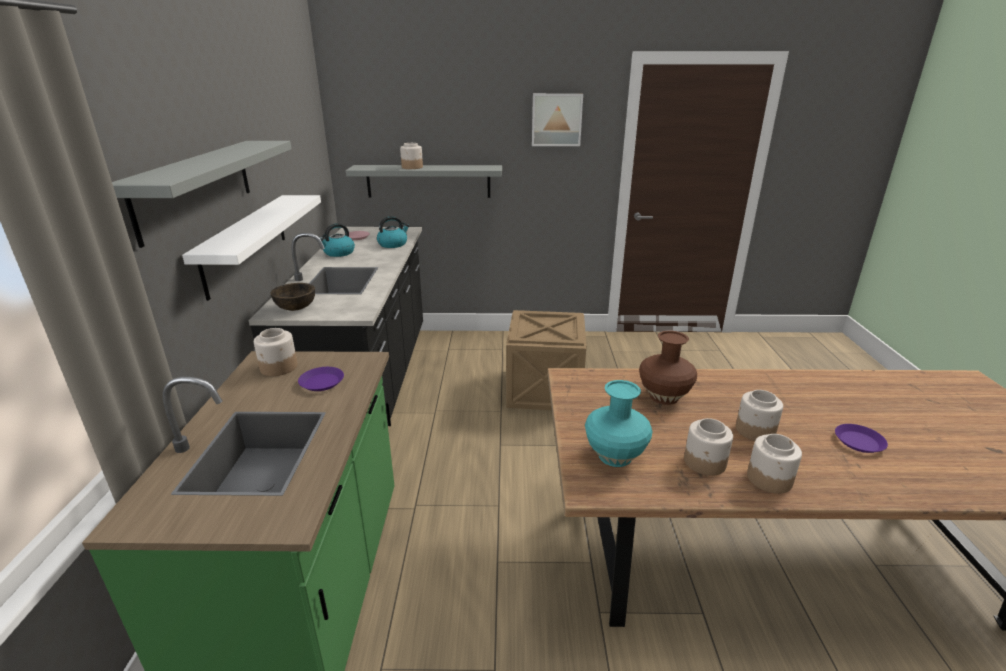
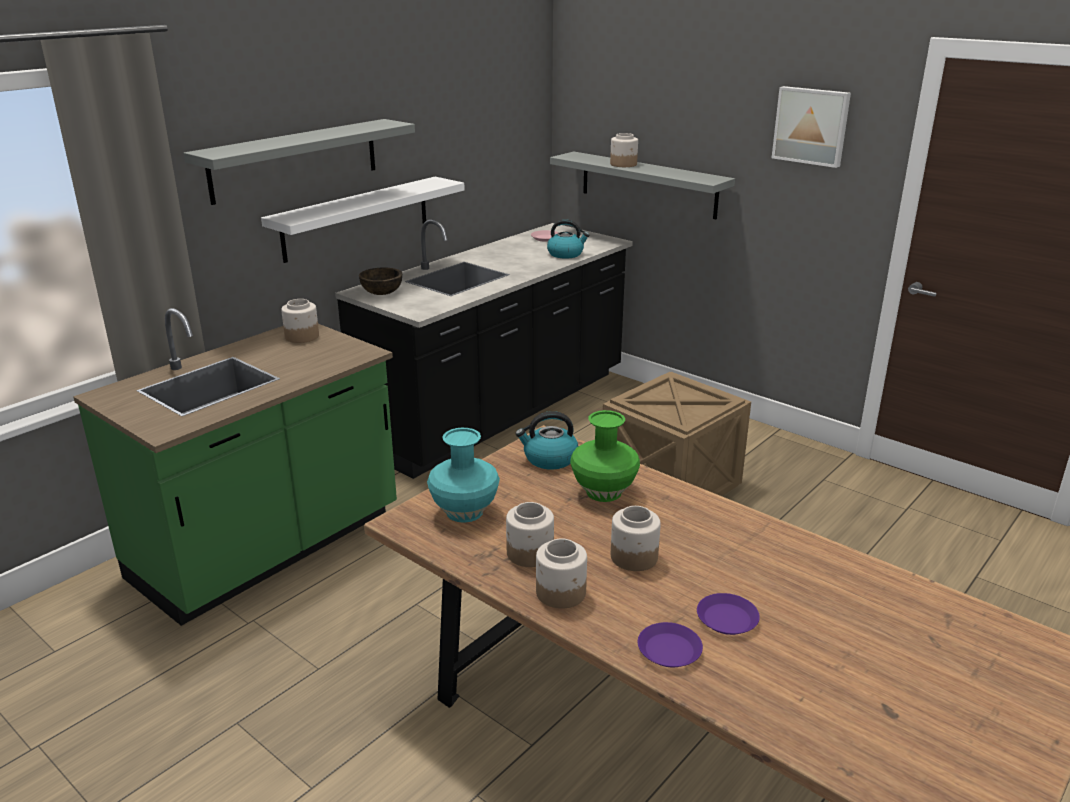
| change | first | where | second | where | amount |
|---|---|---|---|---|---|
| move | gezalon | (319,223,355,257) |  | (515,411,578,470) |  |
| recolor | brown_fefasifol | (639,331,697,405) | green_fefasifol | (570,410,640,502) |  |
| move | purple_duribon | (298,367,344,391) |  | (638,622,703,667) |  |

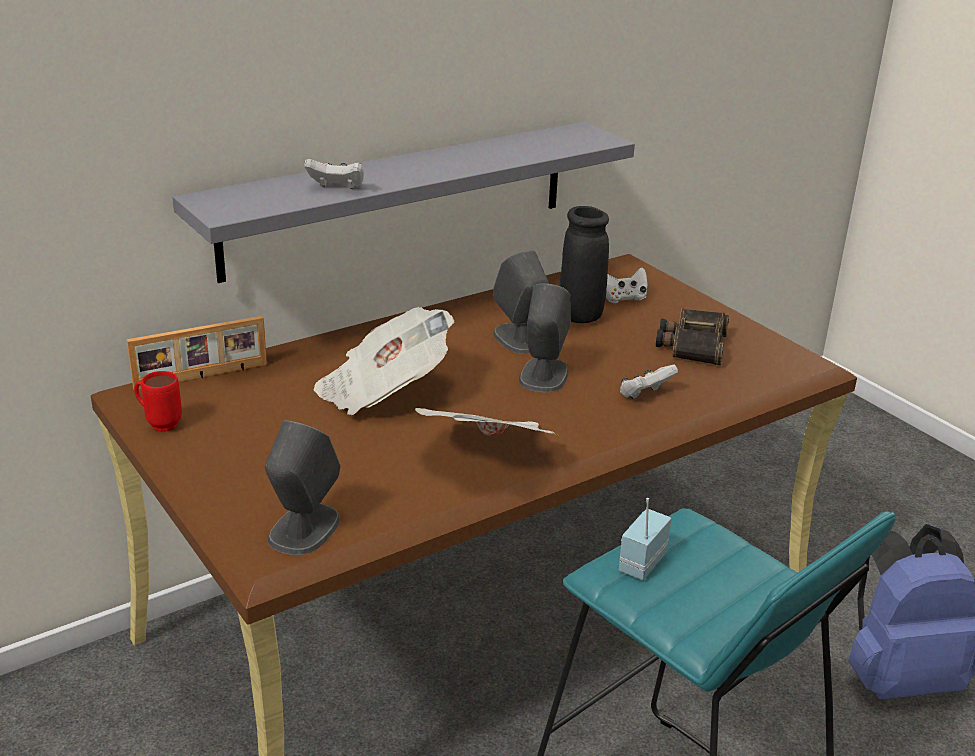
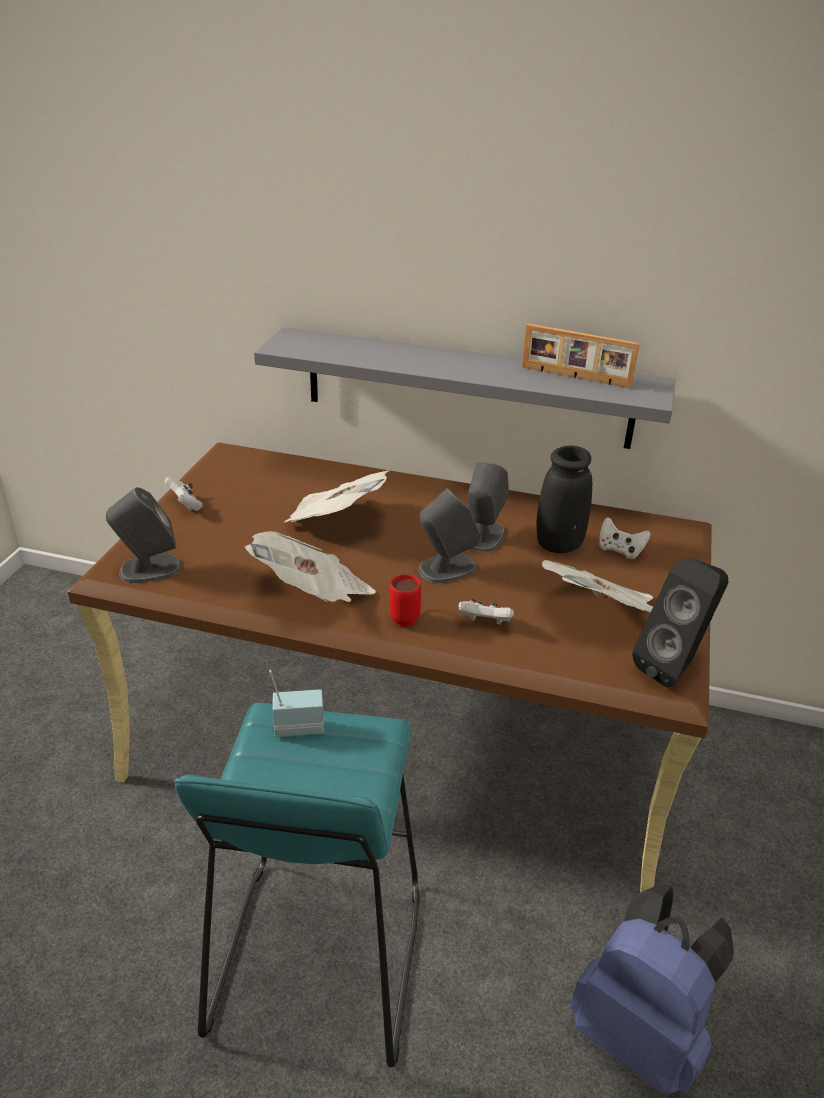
| change | first | where | second | where | amount |
|---|---|---|---|---|---|
| move | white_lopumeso | (304,159,364,189) |  | (164,477,203,511) |  |
| replace | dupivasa | (656,308,729,365) | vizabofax | (542,560,653,612) |  |
| move | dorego | (126,316,267,389) |  | (522,324,640,388) |  |
| move | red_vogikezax | (134,371,182,432) |  | (389,574,421,627) |  |
| insert |  |  | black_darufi | (632,557,729,688) |  |

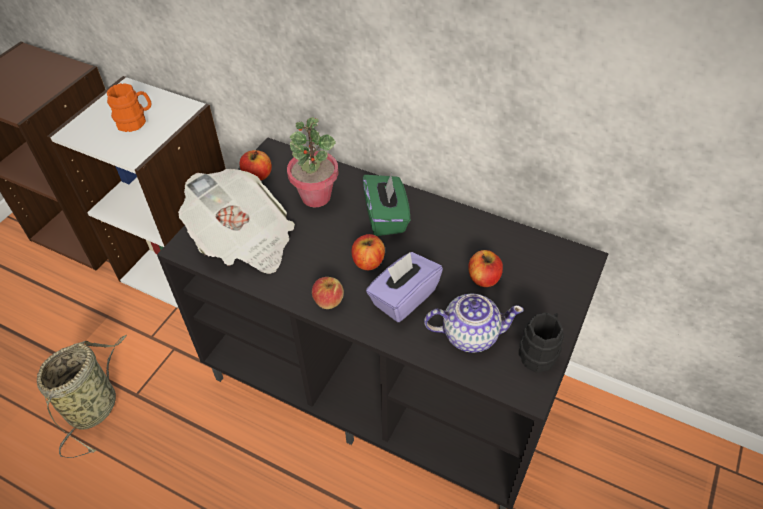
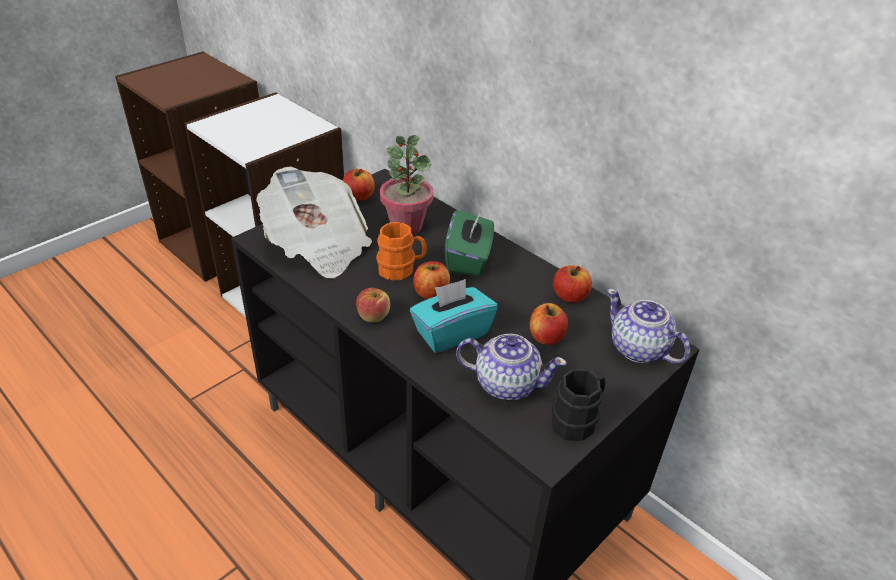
| change | first | where | second | where | amount |
|---|---|---|---|---|---|
| move | orange_vogikezax | (107,83,152,132) |  | (376,222,427,280) |  |
| recolor | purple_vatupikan | (366,252,443,322) | turquoise_vatupikan | (410,279,498,353) |  |
| delete | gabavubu | (37,335,127,458) |  |  |  |
| insert |  |  | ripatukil | (553,265,592,303) |  |
| insert |  |  | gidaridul | (607,289,690,364) |  |

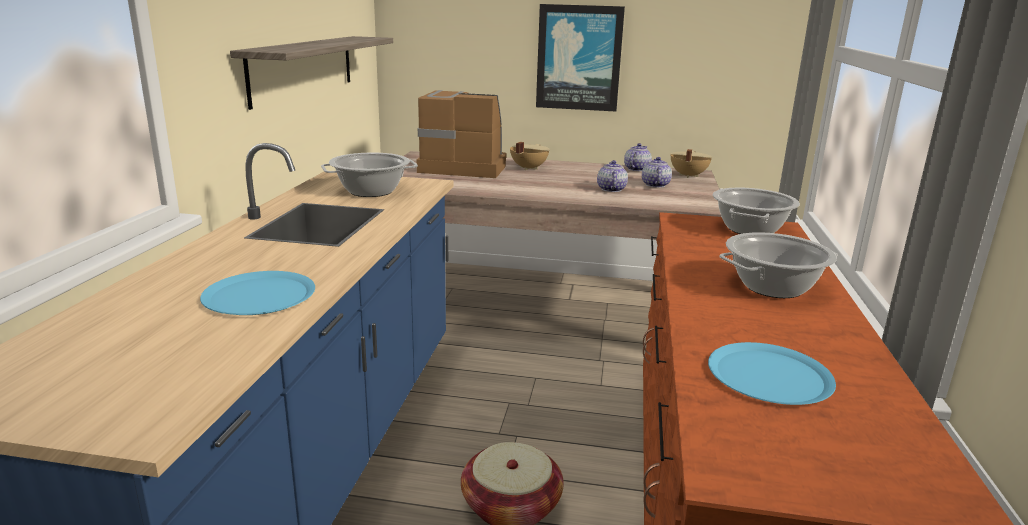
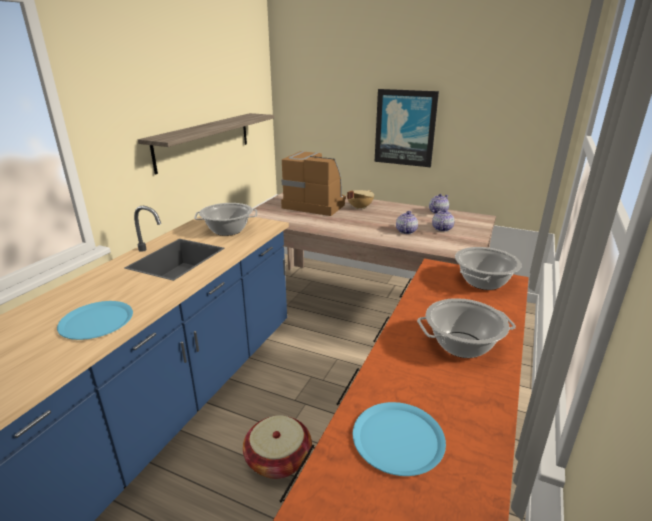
| change | first | where | second | where | amount |
|---|---|---|---|---|---|
| delete | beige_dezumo | (671,149,712,178) |  |  |  |

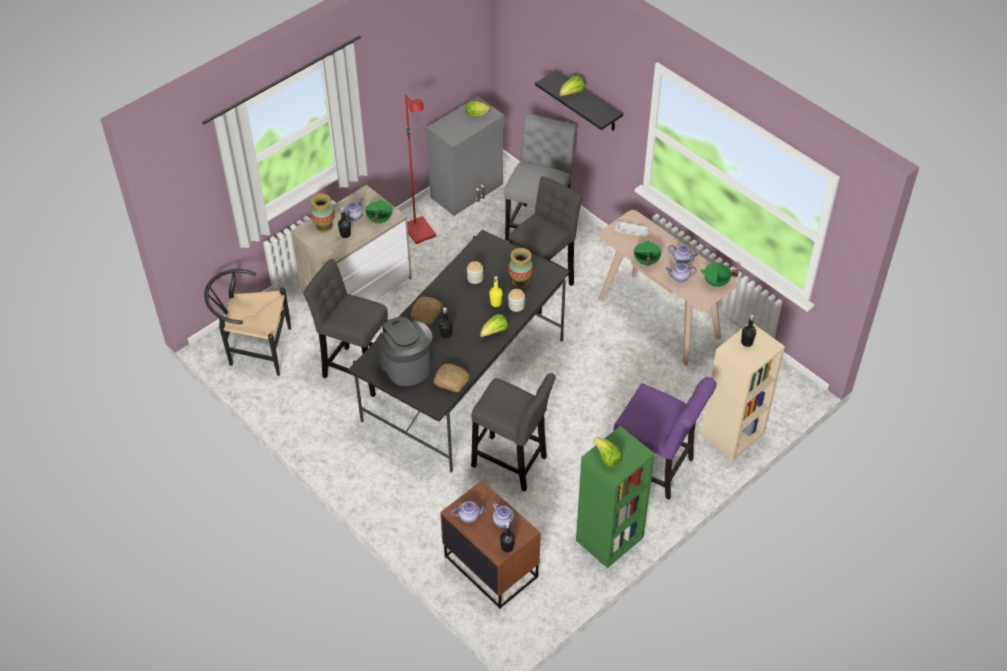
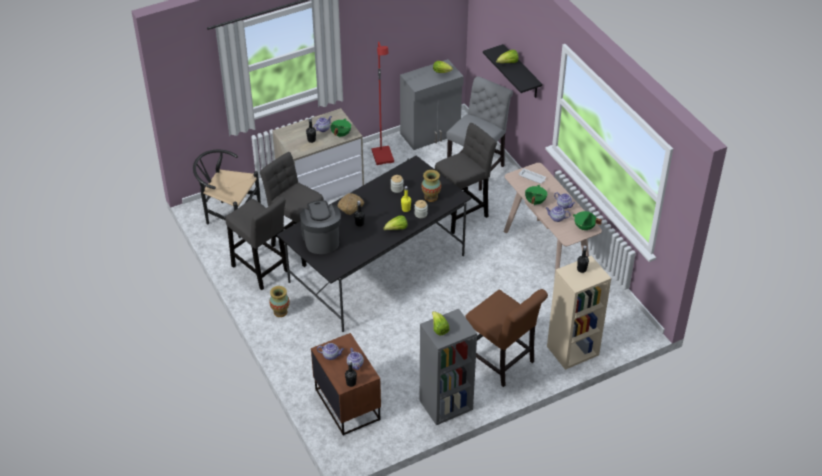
| change | first | where | second | where | amount |
|---|---|---|---|---|---|
| move | fefasifol | (310,193,335,232) |  | (269,286,290,317) |  |
| delete | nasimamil | (433,363,469,392) |  |  |  |
| move | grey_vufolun | (471,373,556,492) |  | (225,197,287,290) |  |
| recolor | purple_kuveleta | (614,377,716,500) | brown_kuveleta | (465,289,548,387) |  |
| recolor | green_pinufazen | (576,426,655,568) | grey_pinufazen | (420,309,477,425) |  |

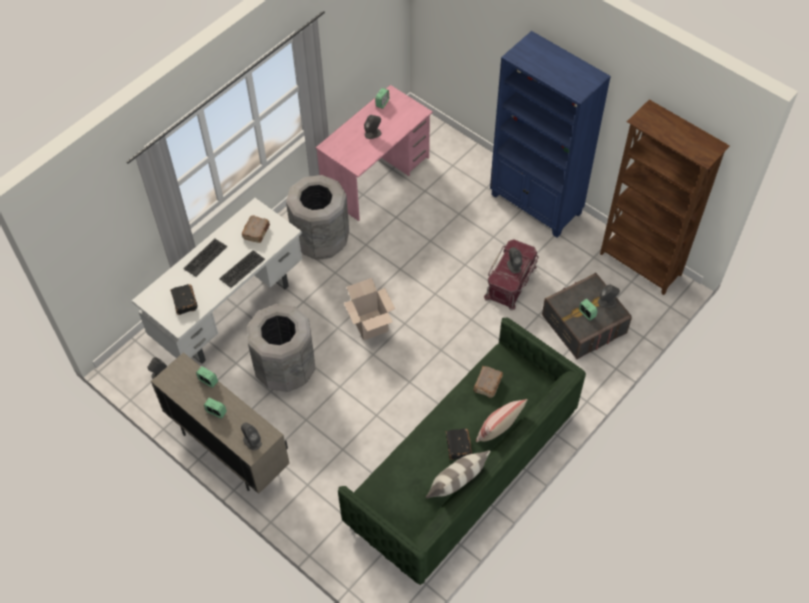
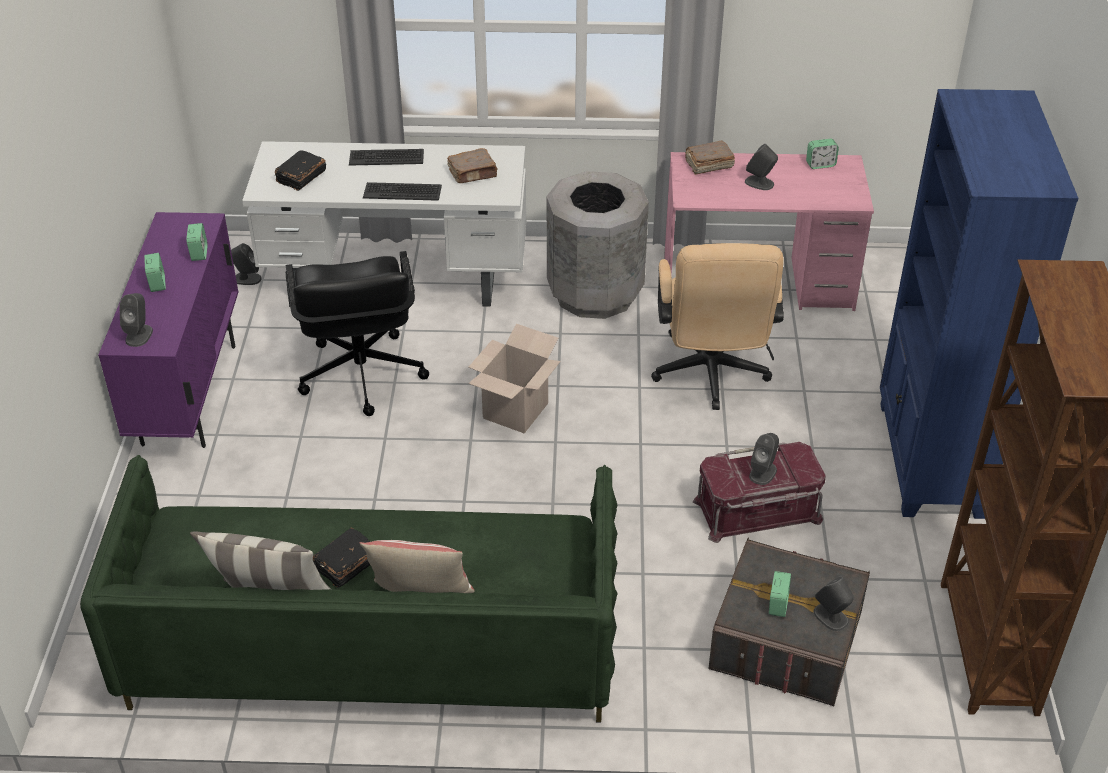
| change | first | where | second | where | amount |
|---|---|---|---|---|---|
| replace | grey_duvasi | (247,304,315,392) | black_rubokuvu | (286,251,429,416) |  |
| recolor | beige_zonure | (151,352,290,494) | purple_zonure | (98,212,239,448) |  |
| move | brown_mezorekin | (473,366,503,398) |  | (685,141,735,175) |  |
| insert |  |  | beige_rubokuvu | (651,243,784,410) |  |

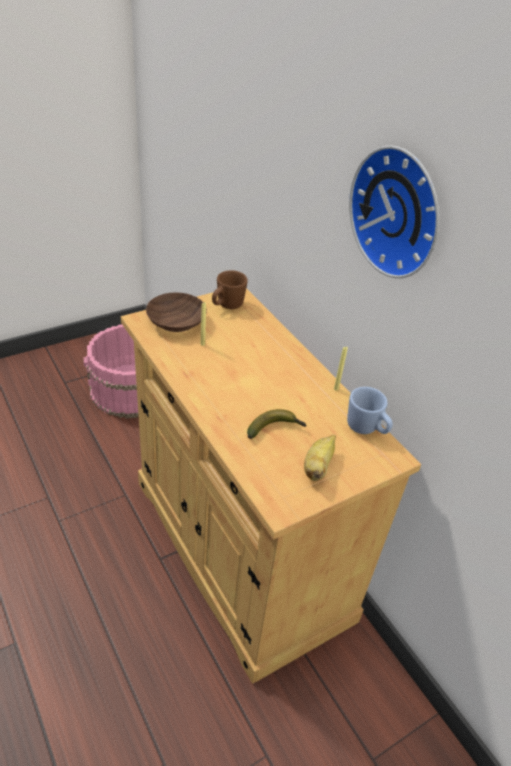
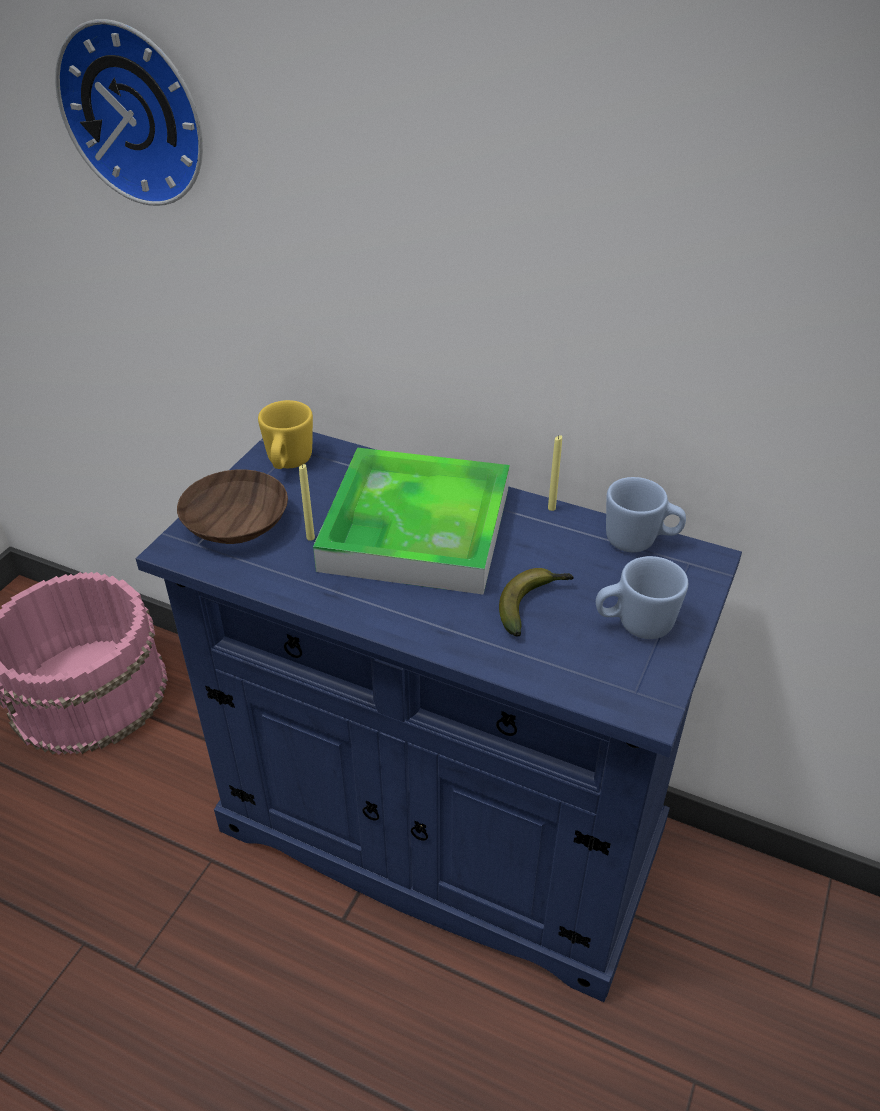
| change | first | where | second | where | amount |
|---|---|---|---|---|---|
| move | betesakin | (349,145,439,278) |  | (55,19,203,206) |  |
| recolor | brown_vogikezax | (212,270,248,309) | yellow_vogikezax | (258,400,313,469) |  |
| recolor | beige_zonure | (121,288,421,684) | blue_zonure | (136,432,742,1002) |  |
| replace | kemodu | (304,435,336,481) | blue_vogikezax | (596,556,688,639) |  |
| insert |  |  | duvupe | (313,447,510,595) |  |

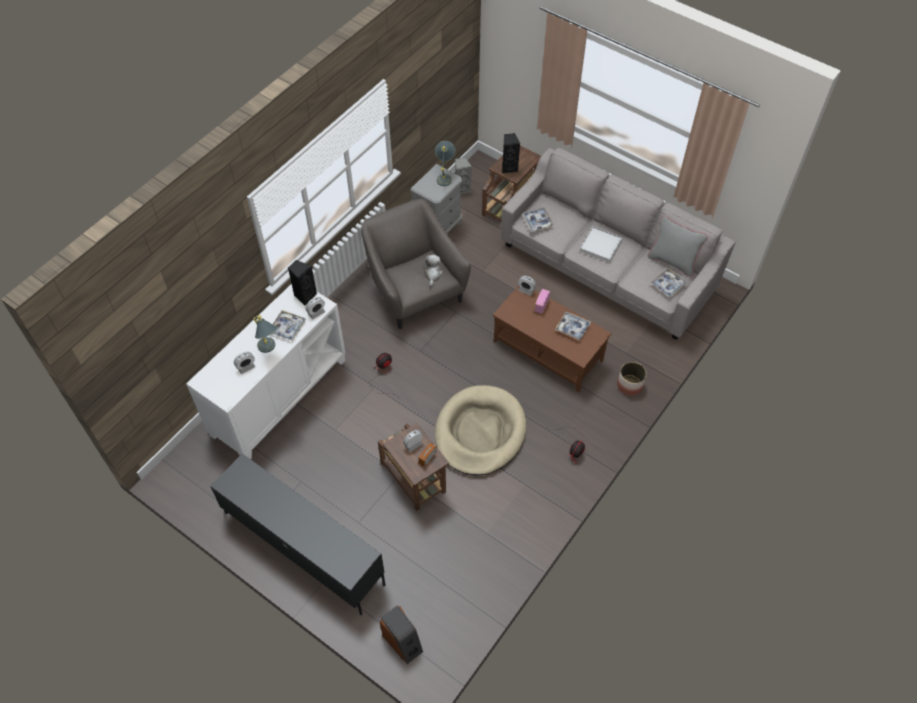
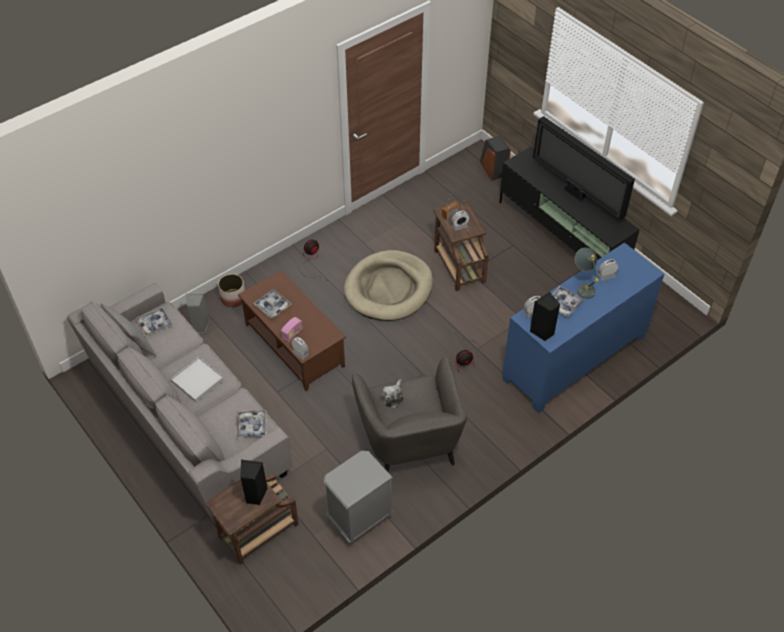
| change | first | where | second | where | amount |
|---|---|---|---|---|---|
| delete | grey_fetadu | (435,141,455,186) |  |  |  |
| move | grey_darufi | (455,157,472,194) |  | (186,293,209,333) |  |
| recolor | white_zonure | (186,284,345,459) | blue_zonure | (503,243,664,413) |  |
| insert |  |  | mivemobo | (533,116,635,220) |  |

